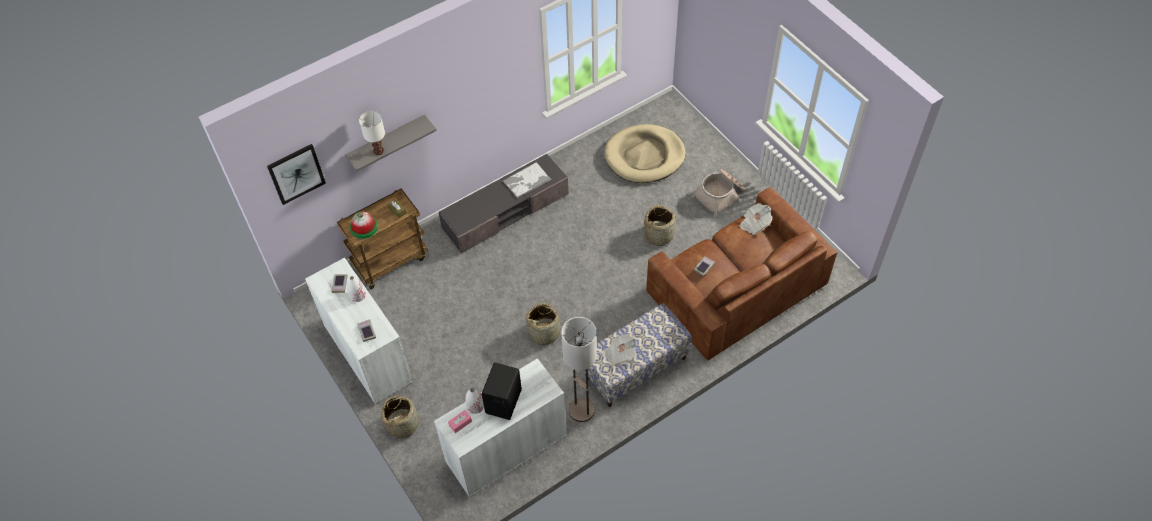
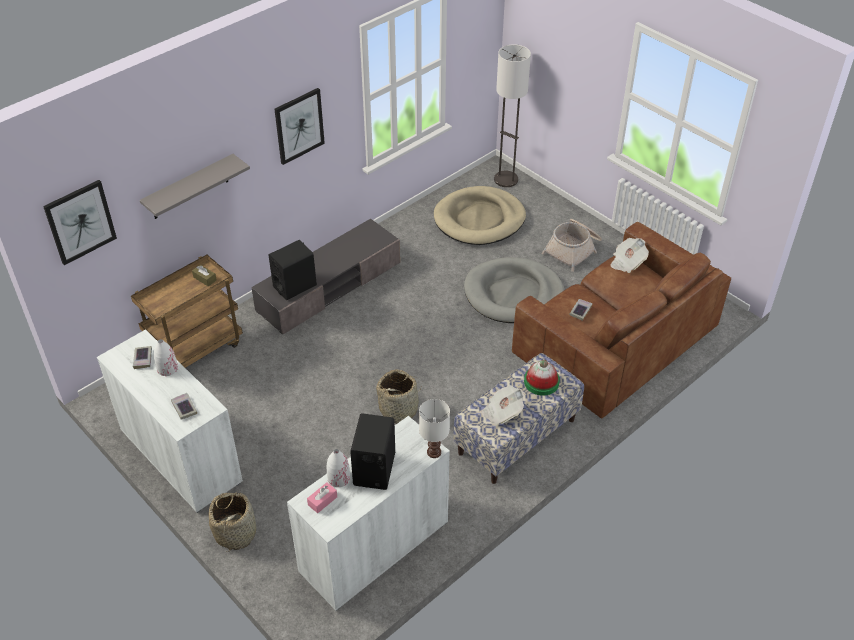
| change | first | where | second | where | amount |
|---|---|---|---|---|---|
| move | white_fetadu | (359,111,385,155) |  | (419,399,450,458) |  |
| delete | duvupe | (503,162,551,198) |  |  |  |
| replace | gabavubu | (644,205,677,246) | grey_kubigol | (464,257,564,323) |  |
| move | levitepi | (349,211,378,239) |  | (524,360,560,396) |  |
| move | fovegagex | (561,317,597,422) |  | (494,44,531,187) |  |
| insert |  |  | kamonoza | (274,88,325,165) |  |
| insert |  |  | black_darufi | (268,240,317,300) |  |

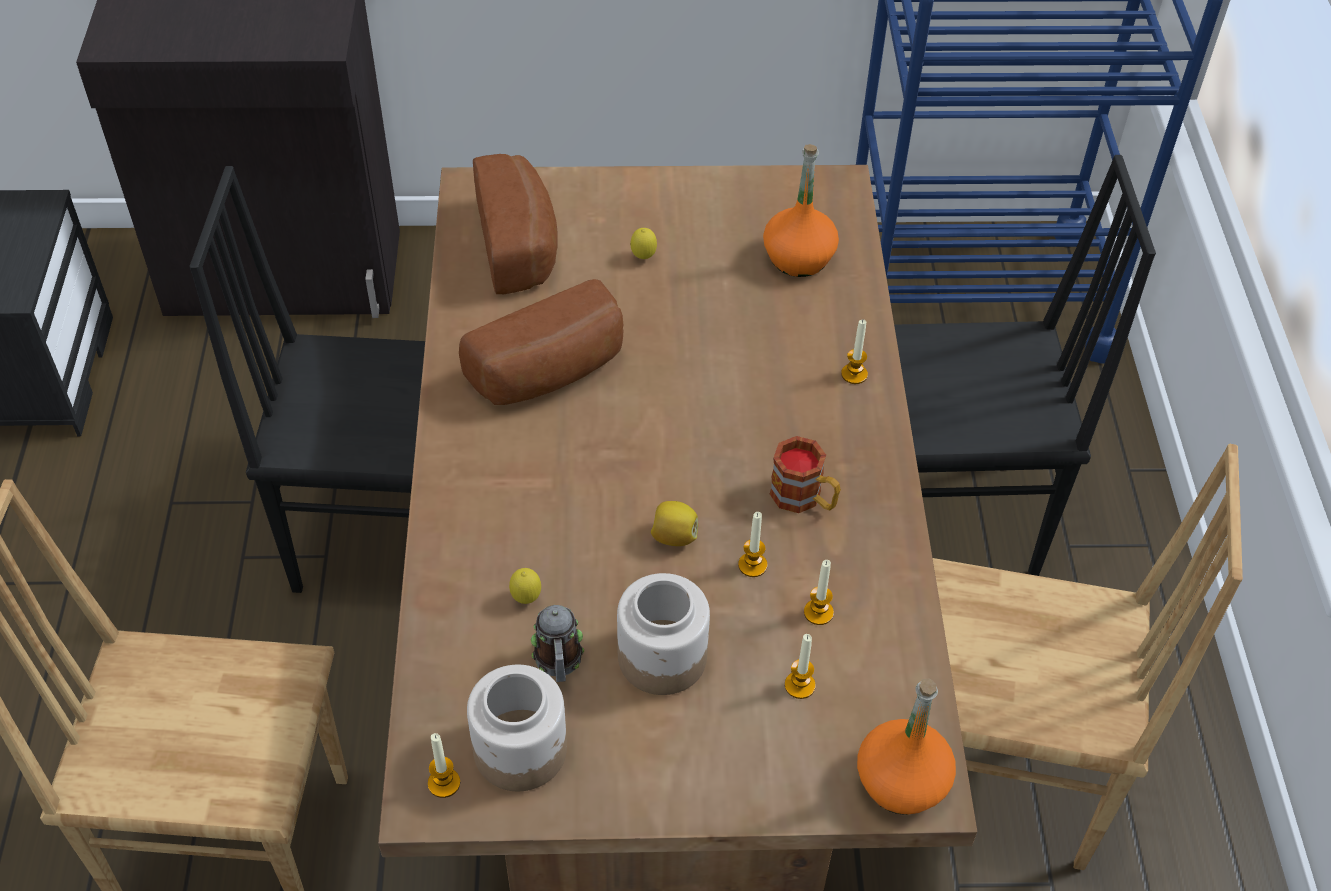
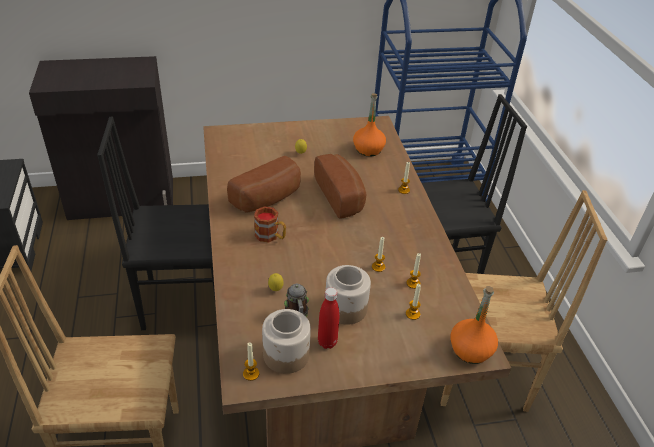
| change | first | where | second | where | amount |
|---|---|---|---|---|---|
| move | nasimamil | (473,154,558,294) |  | (314,154,366,219) |  |
| move | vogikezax | (770,436,841,513) |  | (254,206,286,243) |  |
| delete | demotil | (651,501,698,546) |  |  |  |
| insert |  |  | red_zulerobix | (318,287,340,349) |  |

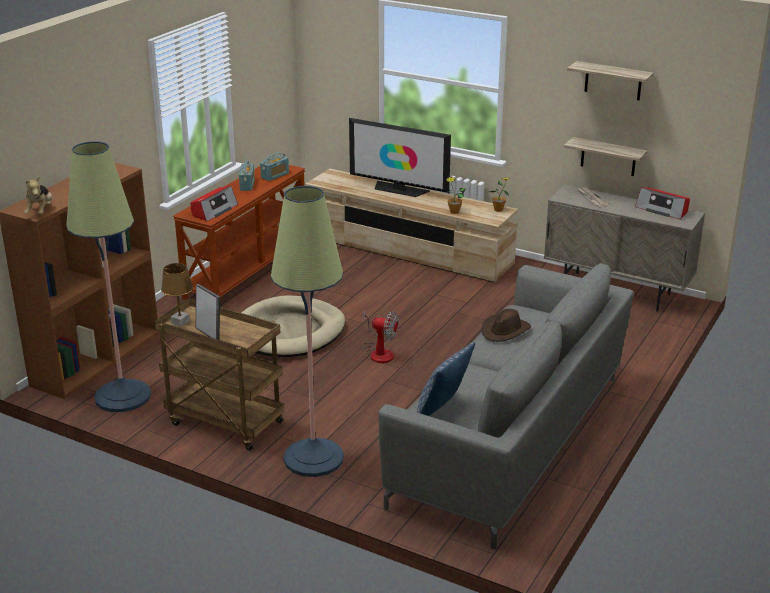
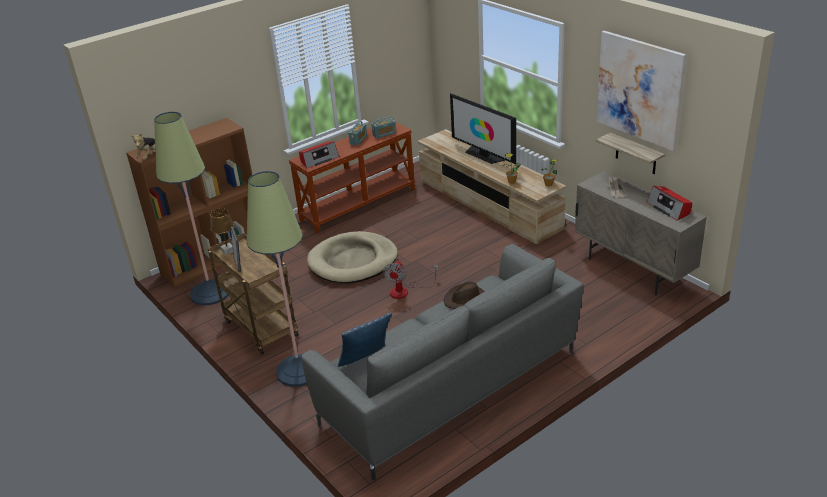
| change | first | where | second | where | amount |
|---|---|---|---|---|---|
| replace | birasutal | (567,61,654,100) | kamonoza | (596,31,686,151) |  |
| rotate | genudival | (363,310,399,363) |  | (383,261,438,299) | 60 degrees clockwise |

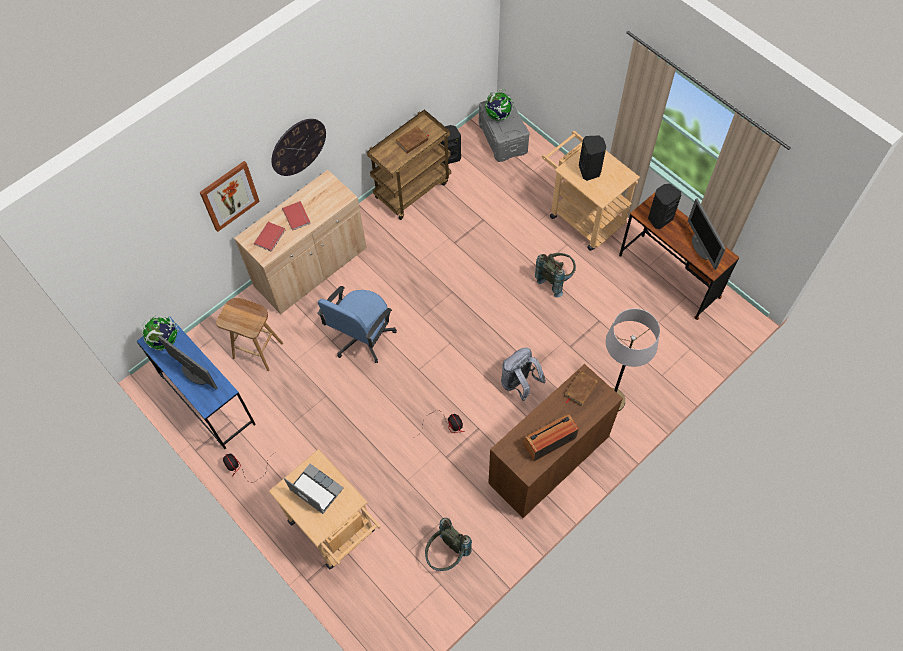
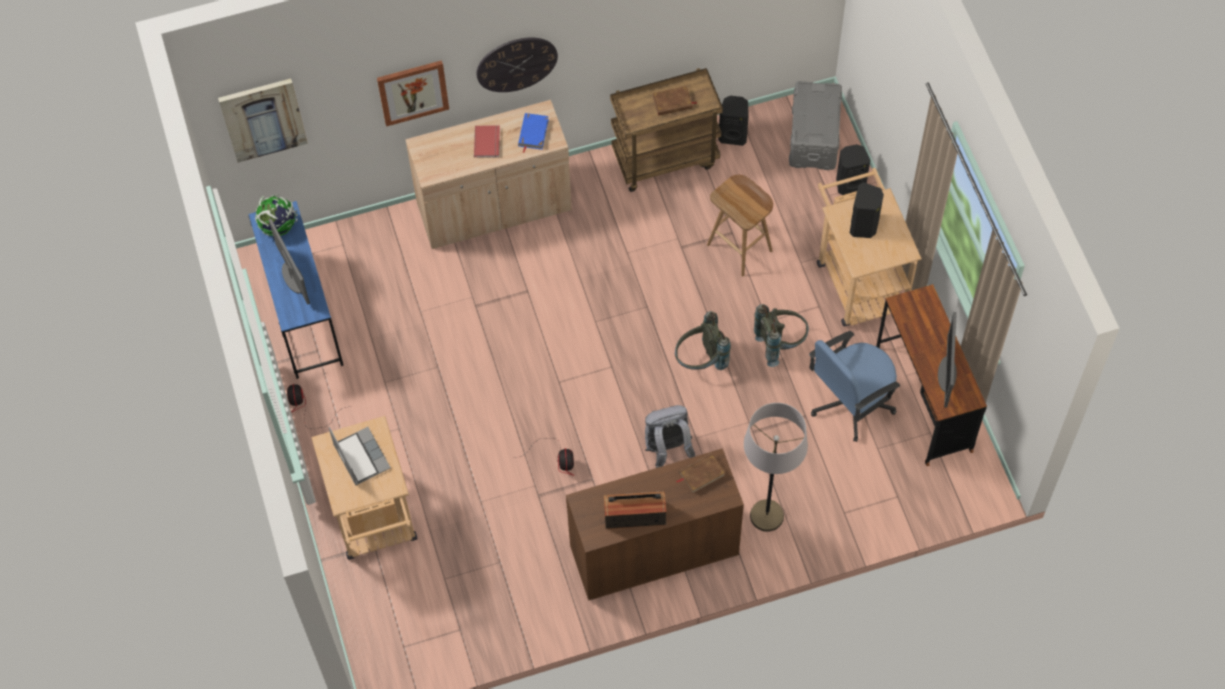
| change | first | where | second | where | amount |
|---|---|---|---|---|---|
| delete | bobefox | (485,89,513,121) |  |  |  |
| move | black_darufi | (648,184,681,229) |  | (836,144,870,195) |  |
| delete | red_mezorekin | (254,222,285,252) |  |  |  |
| move | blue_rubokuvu | (318,286,397,363) |  | (809,331,900,442) |  |
| move | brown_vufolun | (216,298,283,371) |  | (707,175,773,276) |  |
| move | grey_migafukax | (425,518,472,571) |  | (675,311,731,370) |  |
| insert |  |  | kamonoza | (218,78,308,163) |  |
| insert |  |  | blue_mezorekin | (518,113,549,153) |  |

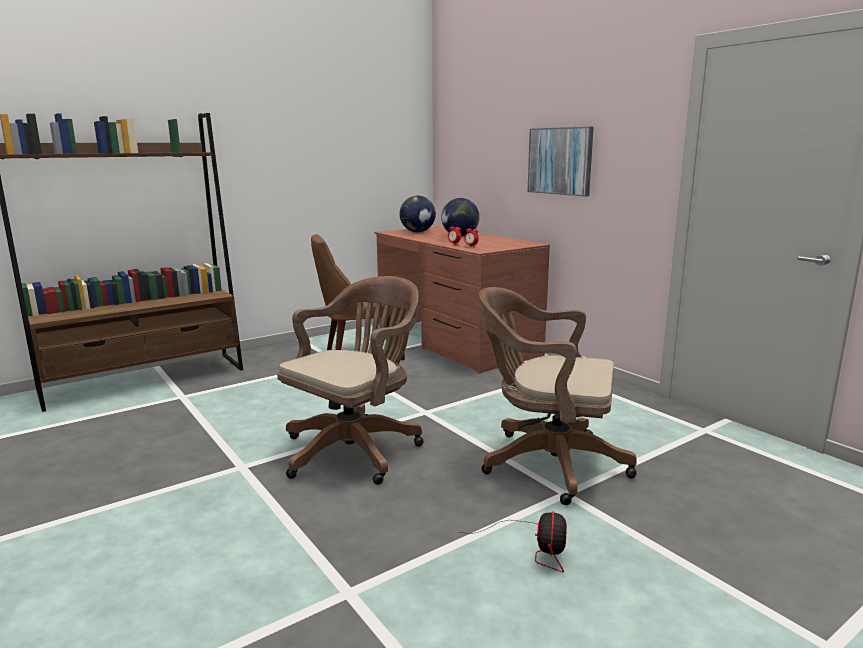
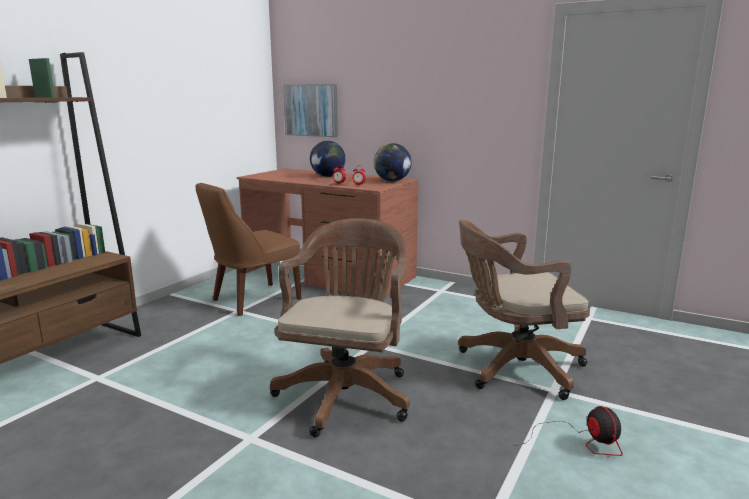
| change | first | where | second | where | amount |
|---|---|---|---|---|---|
| move | kamonoza | (527,127,594,197) |  | (283,84,338,137) |  |
| move | bobefox | (399,196,436,232) |  | (374,143,411,181) |  |

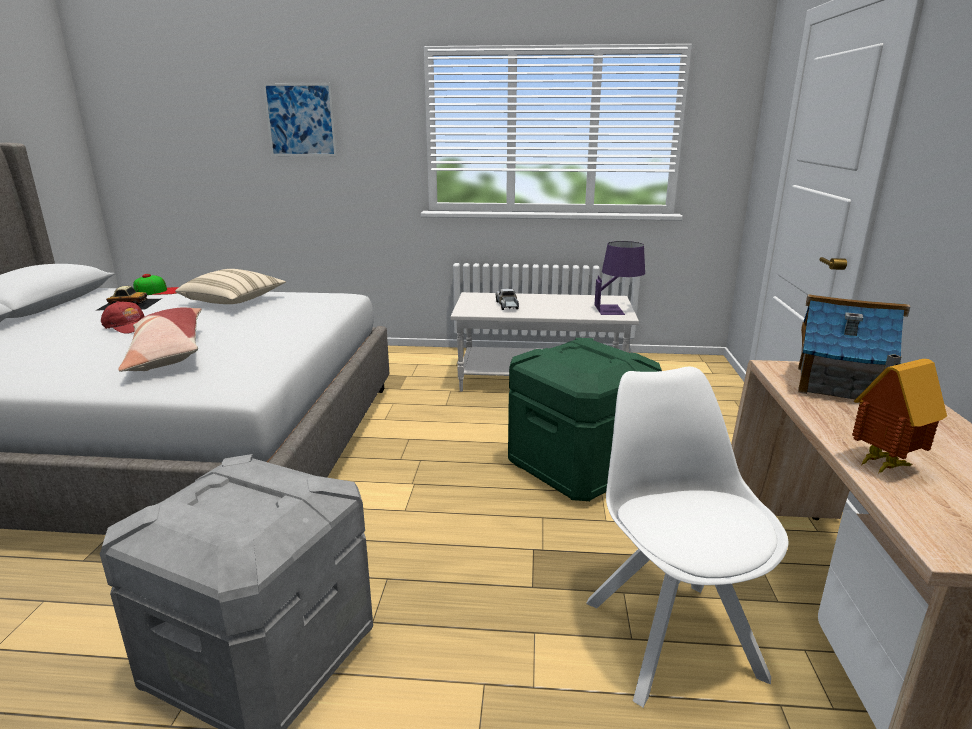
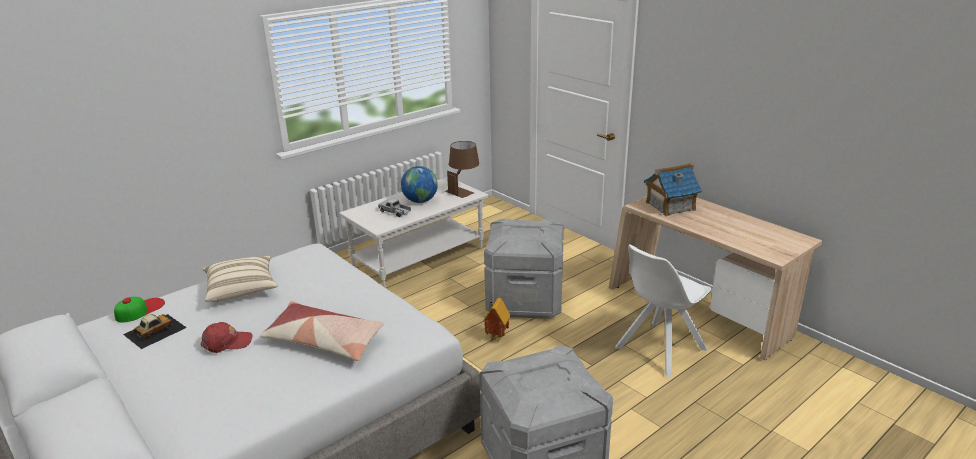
| change | first | where | second | where | amount |
|---|---|---|---|---|---|
| delete | kamonoza | (263,83,337,156) |  |  |  |
| recolor | purple_fetadu | (594,241,645,315) | brown_fetadu | (445,141,479,198) |  |
| recolor | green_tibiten | (508,338,662,501) | grey_tibiten | (484,219,564,319) |  |
| move | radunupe | (852,354,947,474) |  | (483,298,511,342) |  |
| rotate | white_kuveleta | (586,367,788,707) |  | (615,244,712,377) | 75 degrees counterclockwise |
| insert |  |  | bobefox | (401,166,438,203) |  |

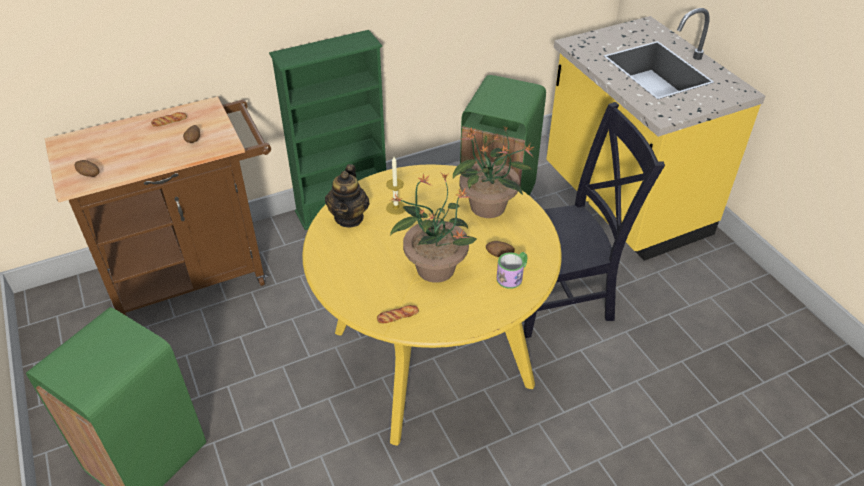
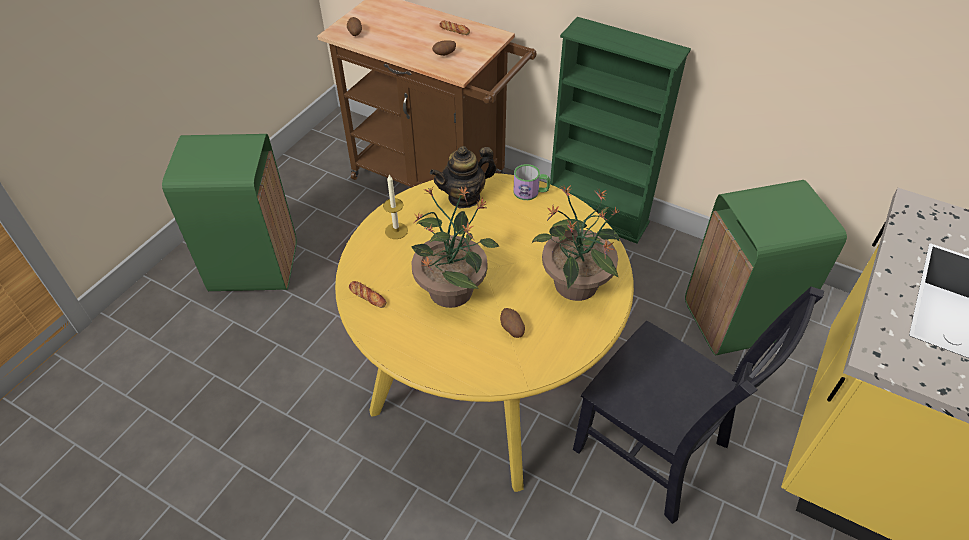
| change | first | where | second | where | amount |
|---|---|---|---|---|---|
| move | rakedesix | (386,157,406,215) |  | (383,175,408,239) |  |
| move | vogikezax | (497,252,527,289) |  | (513,164,550,200) |  |

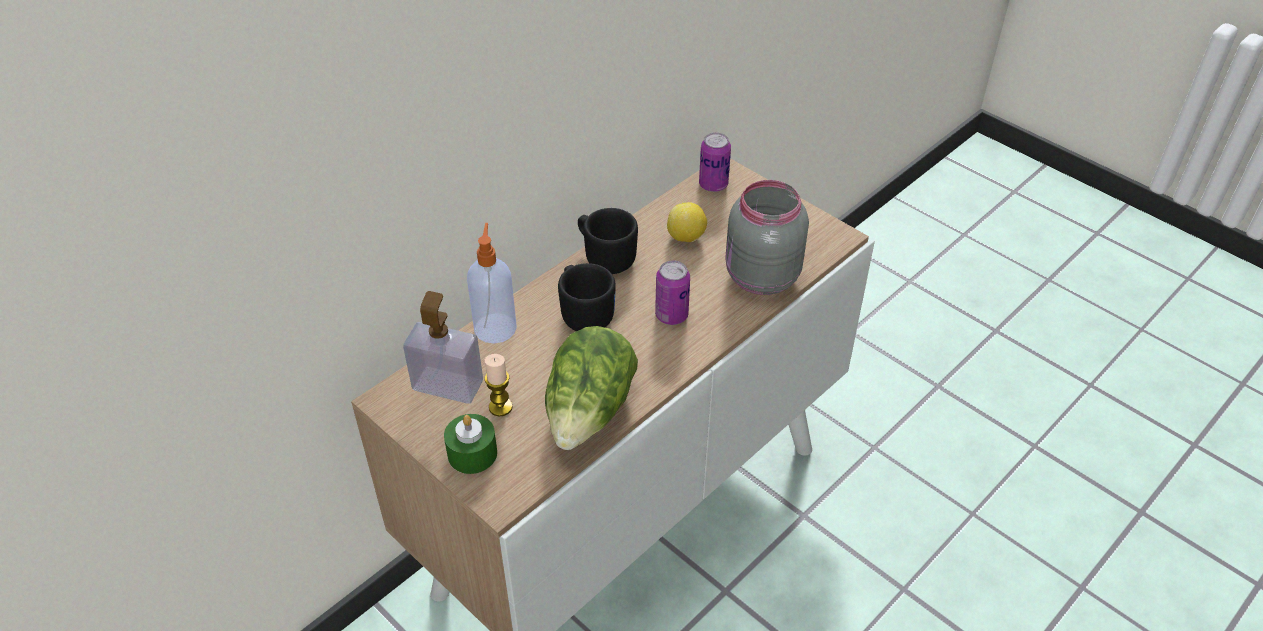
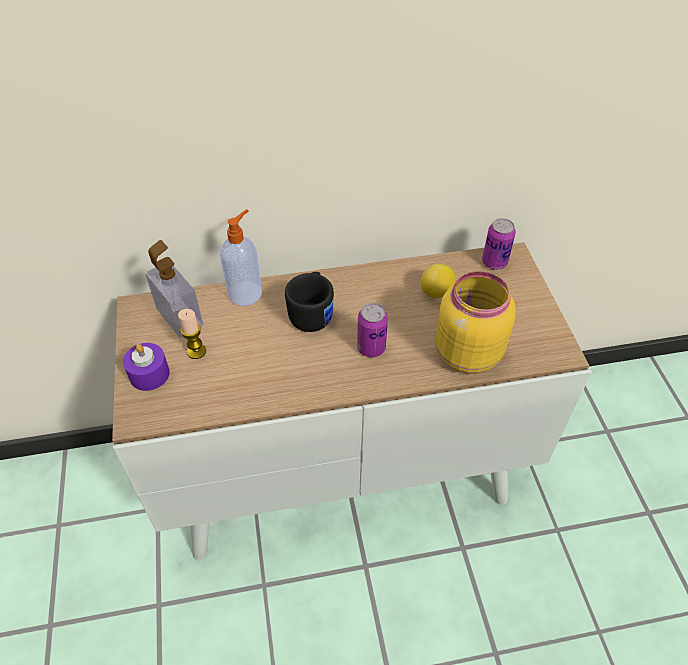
| change | first | where | second | where | amount |
|---|---|---|---|---|---|
| recolor | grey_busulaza | (725,180,809,295) | yellow_busulaza | (435,271,516,374) |  |
| delete | black_vogikezax | (578,208,638,274) |  |  |  |
| delete | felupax | (545,326,638,450) |  |  |  |
| recolor | green_rakedesix | (444,414,497,474) | purple_rakedesix | (123,343,170,391) |  |

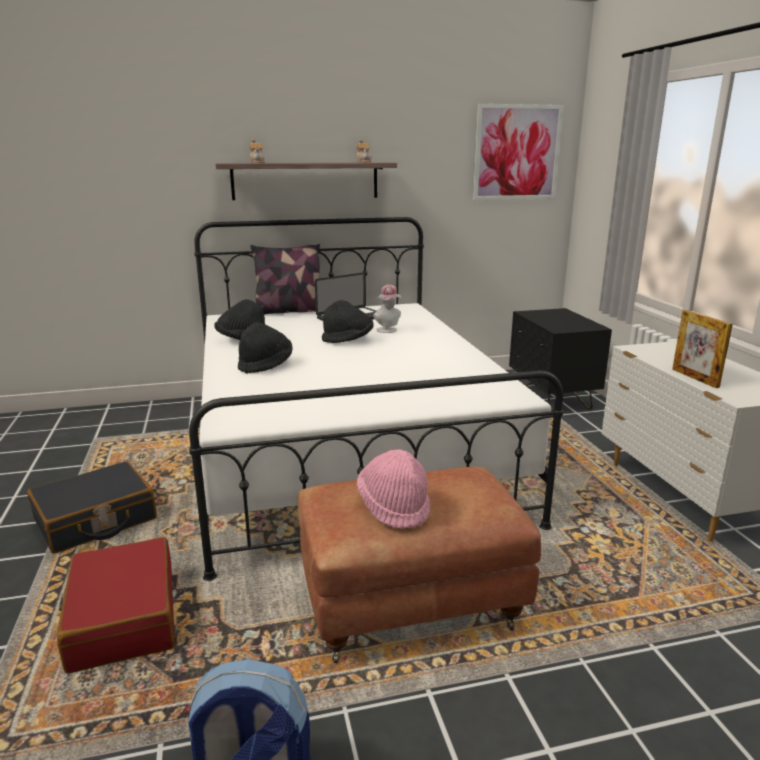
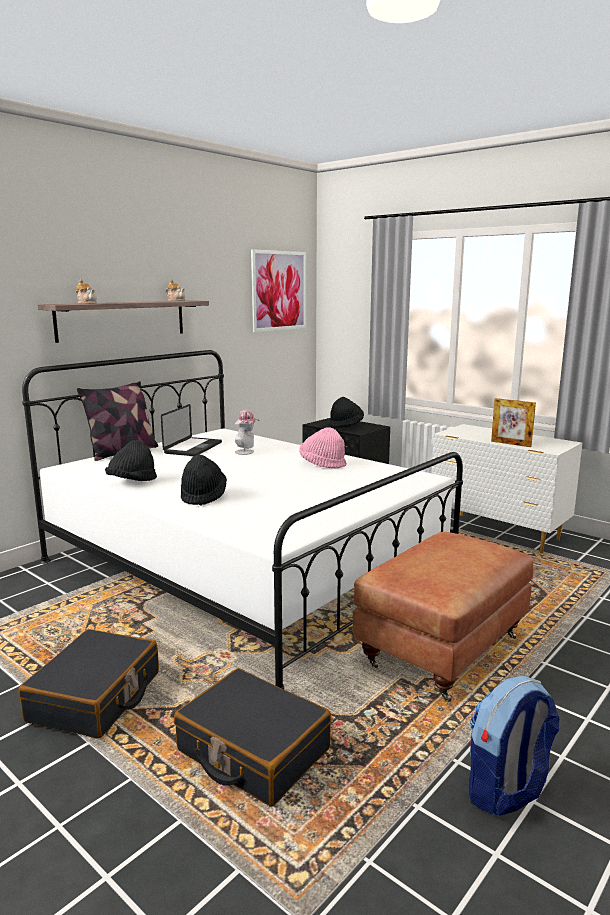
| change | first | where | second | where | amount |
|---|---|---|---|---|---|
| move | black_levitepi | (322,300,374,343) |  | (329,397,364,428) |  |
| move | pink_levitepi | (357,450,430,529) |  | (299,427,347,469) |  |
| recolor | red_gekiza | (57,537,175,674) | black_gekiza | (174,668,331,807) |  |

